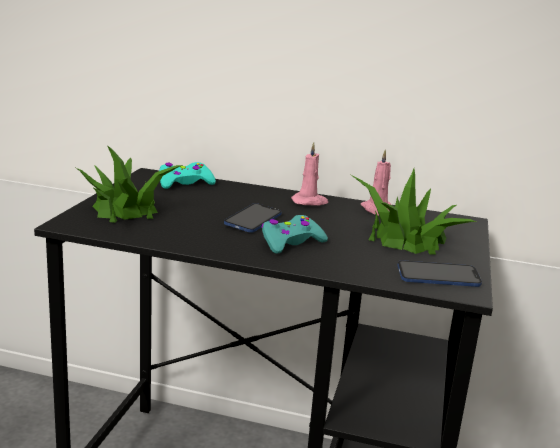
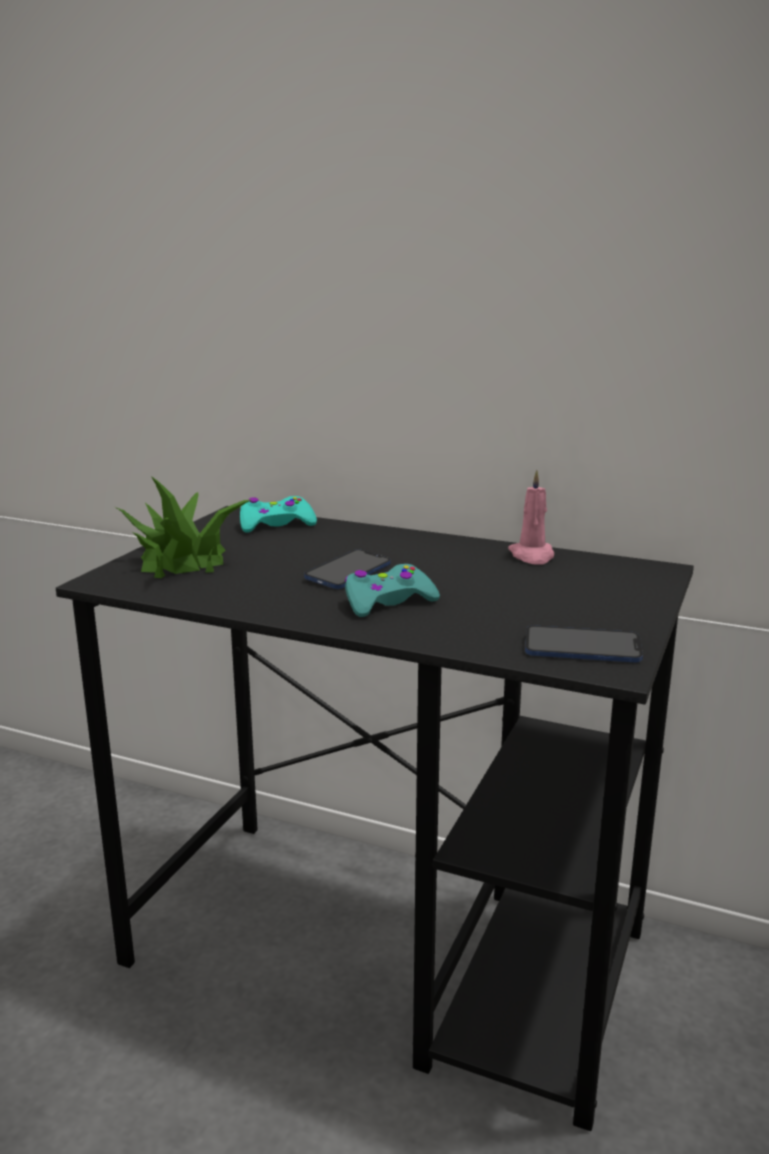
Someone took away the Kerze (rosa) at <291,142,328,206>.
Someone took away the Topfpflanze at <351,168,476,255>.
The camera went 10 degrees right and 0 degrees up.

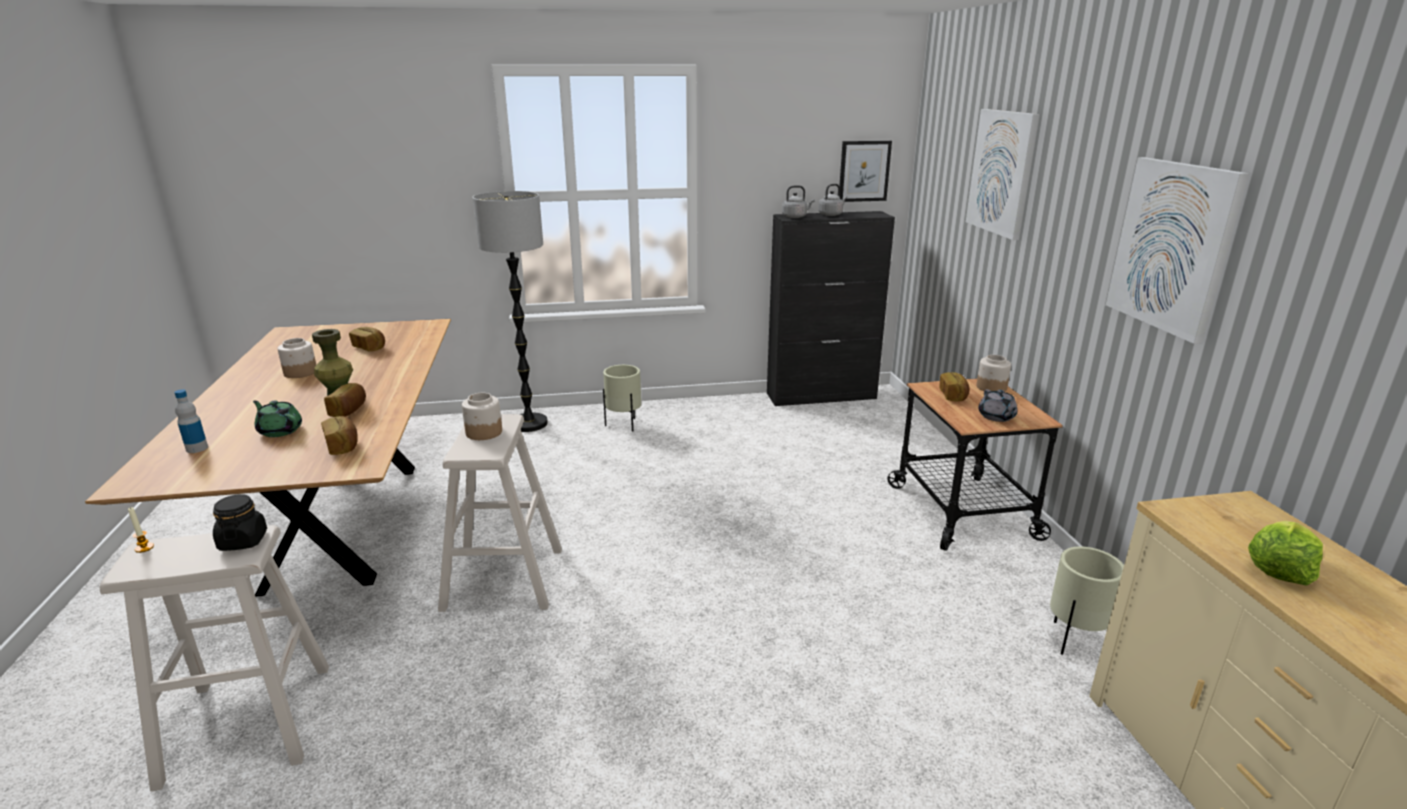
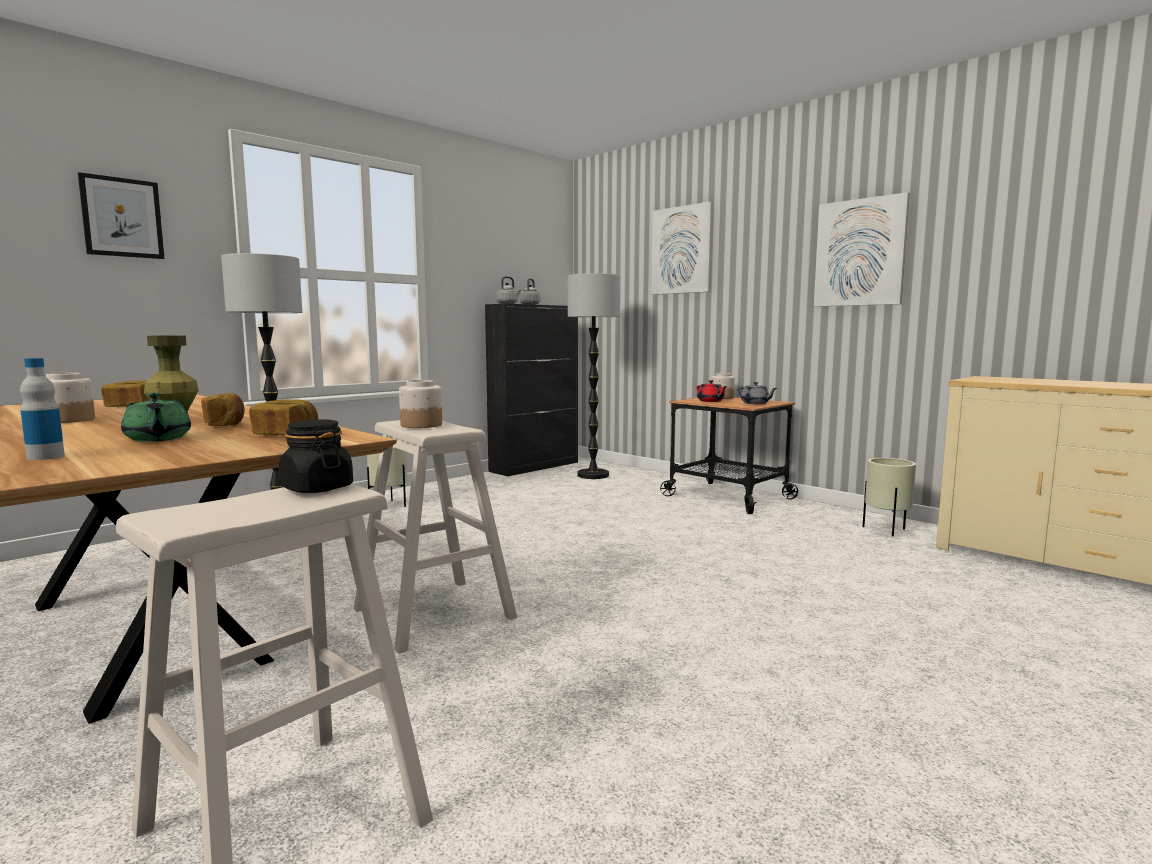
Someone carried the Bild from <839,141,892,202> to <78,172,164,259>.
Someone rotated the Teekanne (grün) at <253,401,302,437> by 120 degrees counterclockwise.
Someone put down the Stehlampe at <568,273,620,479>.
Someone swapped the Brot at <939,372,969,402> for the Teekanne (rot) at <696,380,727,402>.
Someone took away the Kerze at <128,507,154,553>.
Someone took away the Salatkopf at <1248,521,1323,586>.
The camera went 35 degrees left and 15 degrees down.

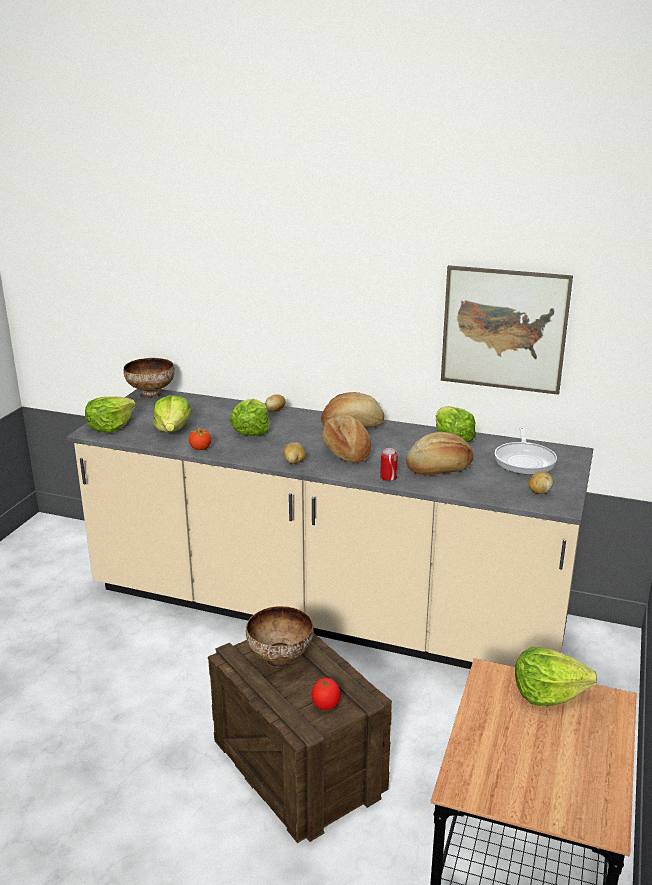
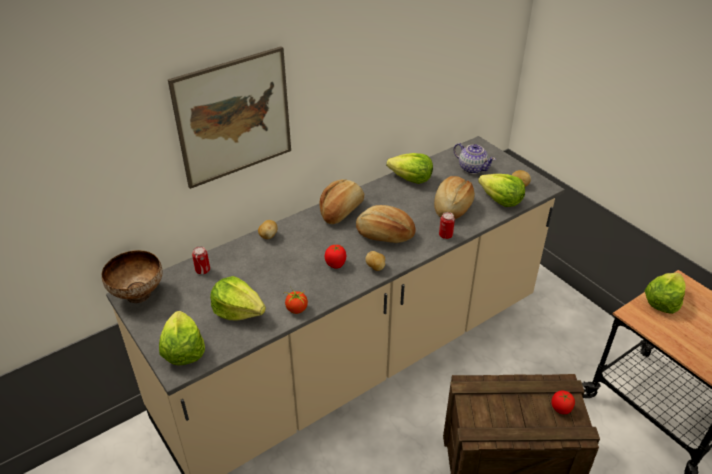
Someone carried the Bild from <441,265,573,395> to <168,46,291,189>.
Someone put down the Dose at <192,246,210,274>.
Someone put down the Tomate at <325,245,346,269>.
Someone swapped the Pfanne at <495,427,557,475> for the Teekanne at <453,143,496,174>.
Someone carried the Salatkopf from <230,399,270,436> to <478,174,525,207>.
Someone took away the Schüssel at <246,606,314,668>.
The camera went 55 degrees left and 15 degrees up.

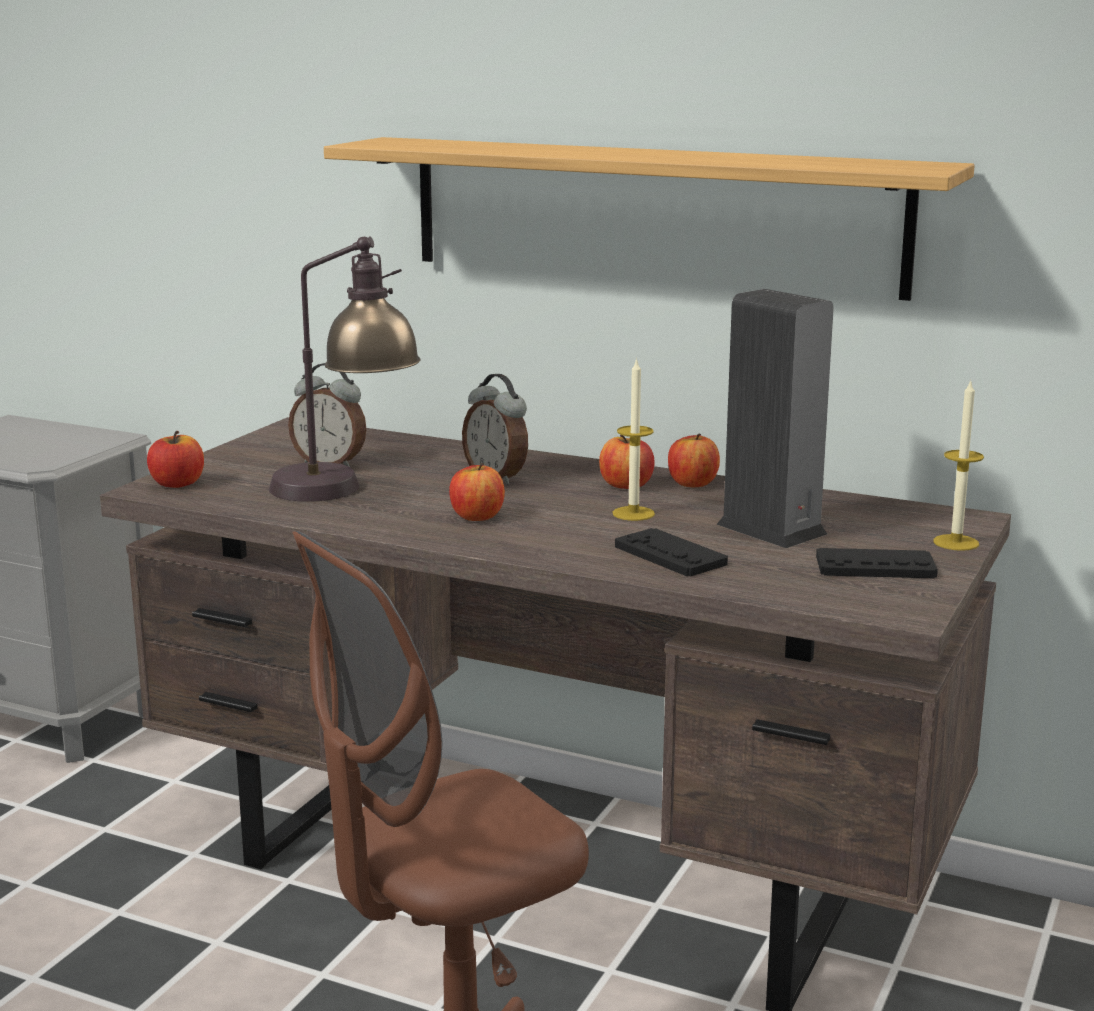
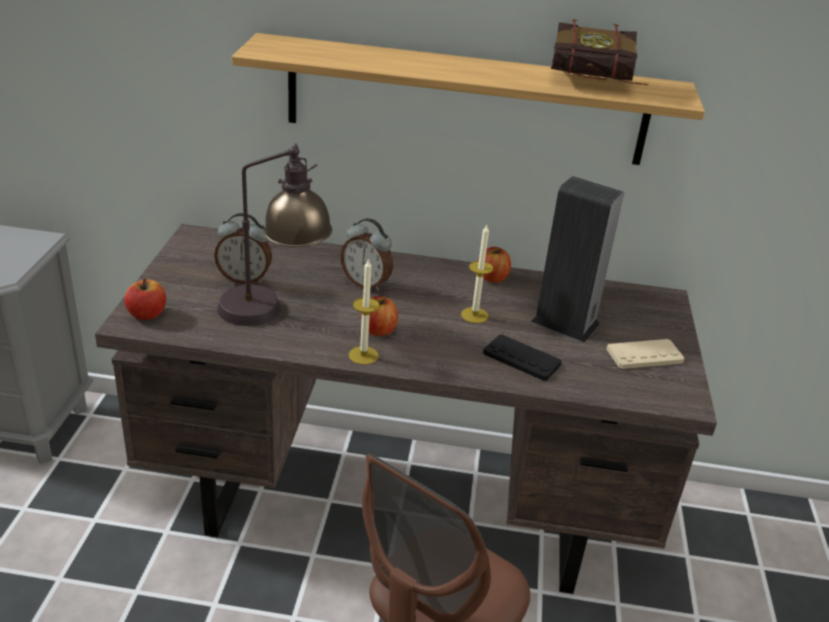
Someone carried the Kerze from <933,379,984,551> to <349,258,379,365>.
Someone put down the Buch at <551,19,649,86>.
Someone repainted the Gamepad (schwarz) at <816,548,938,578>, which became the Gamepad (beige) at <606,339,685,369>.
Someone took away the Apfel at <599,435,655,489>.
The camera went 20 degrees left and 15 degrees up.

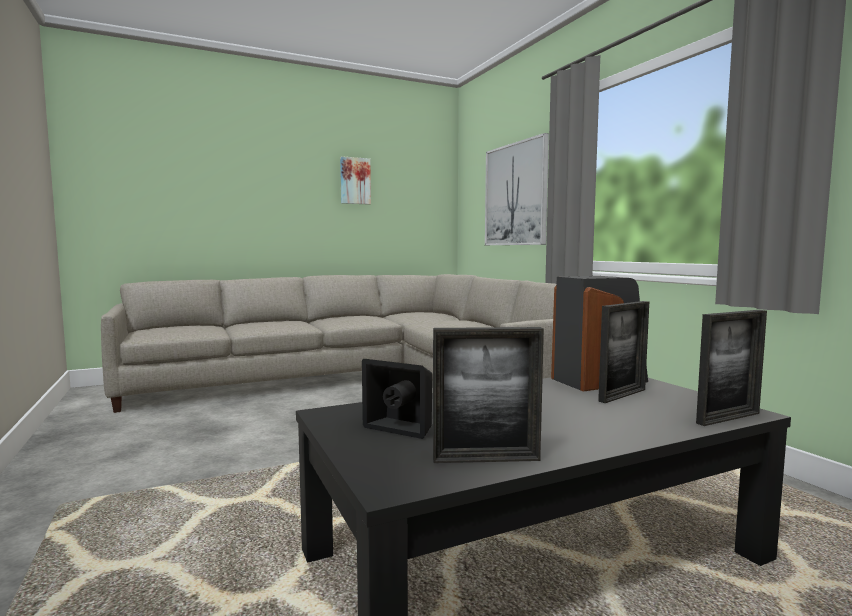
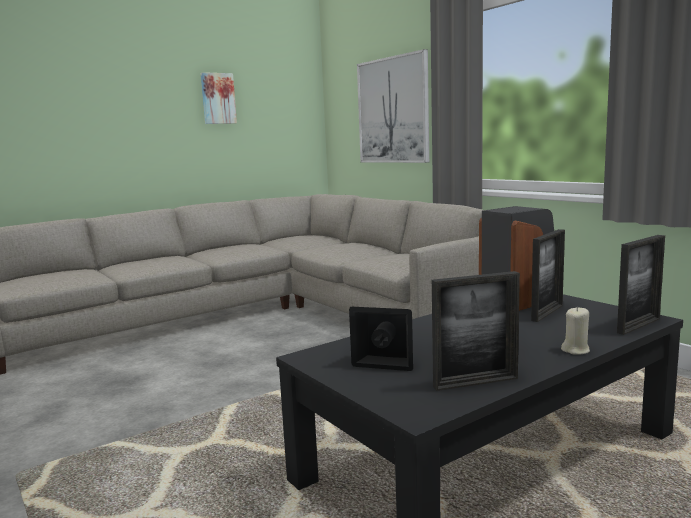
Someone put down the Kerze (beige) at <561,307,590,355>.
The camera went 10 degrees left and 5 degrees up.

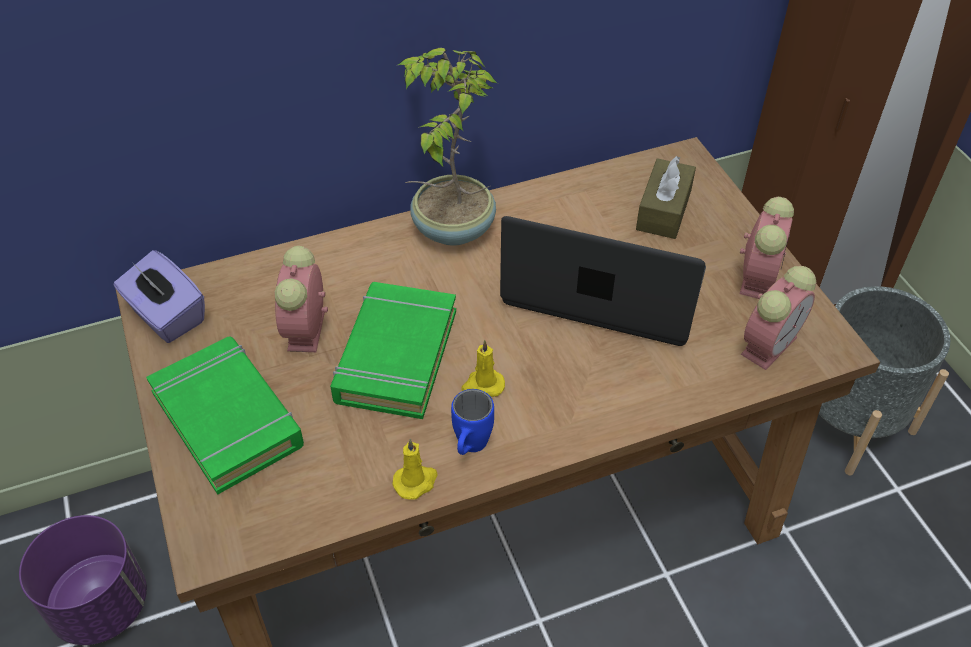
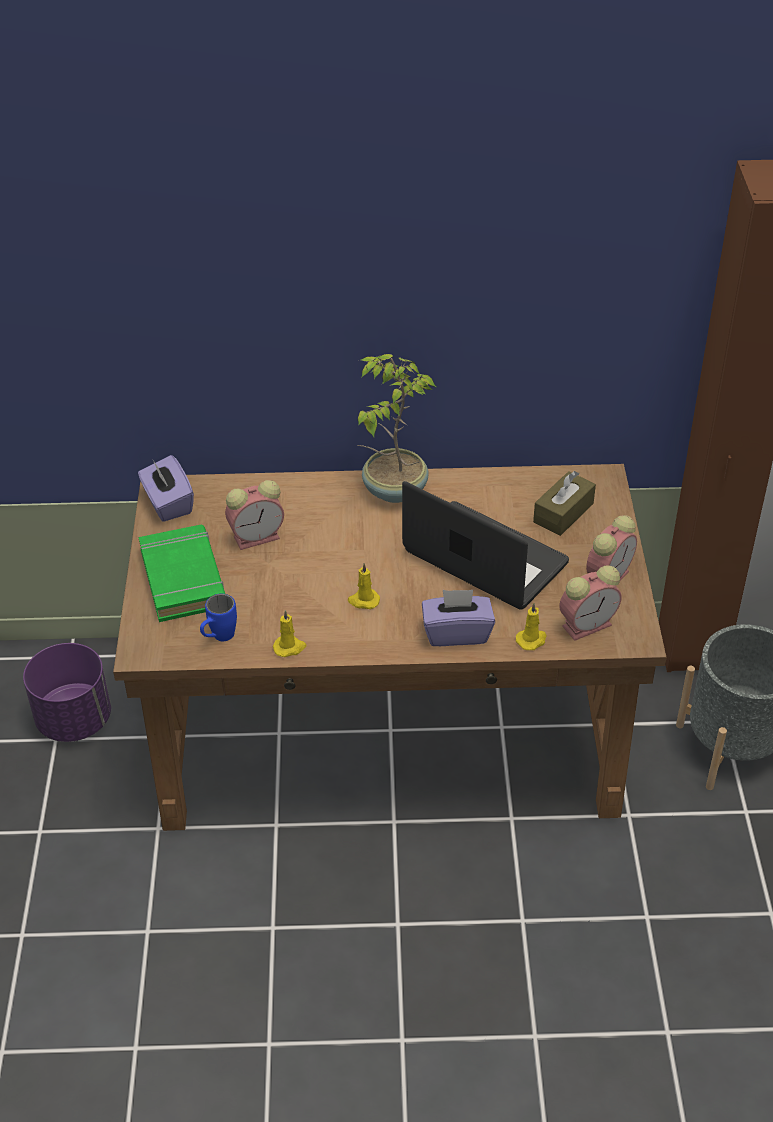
Someone carried the Henkelbecher (blau) from <451,389,494,455> to <200,594,237,641>.
Someone rotated the Wecker at <274,246,328,352> by 135 degrees counterclockwise.
Someone put down the Taschentuchbox (lila) at <422,590,495,646>.
Someone put down the Kerze (gelb) at <516,603,547,650>.
Someone took away the Buch (grün) at <330,282,456,419>.
The camera went 20 degrees right and 5 degrees down.

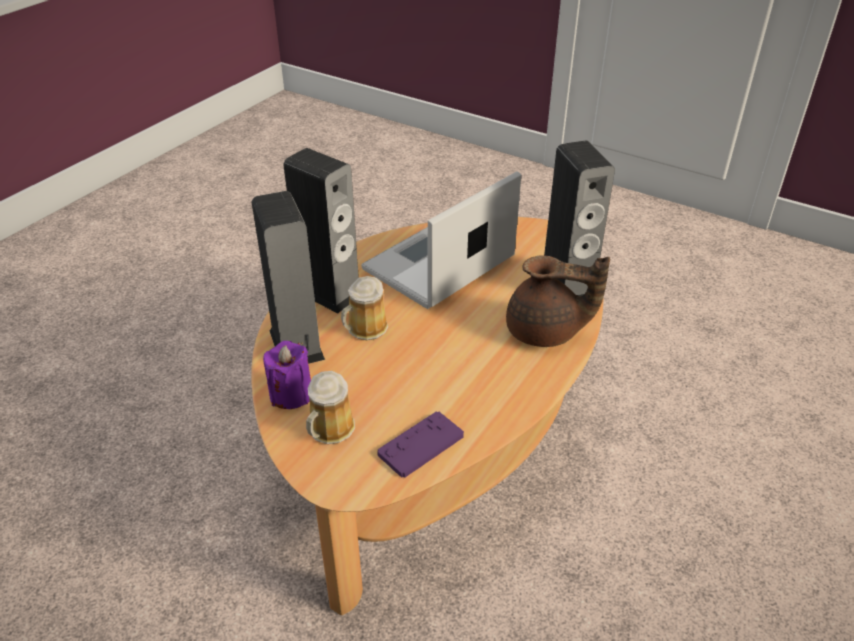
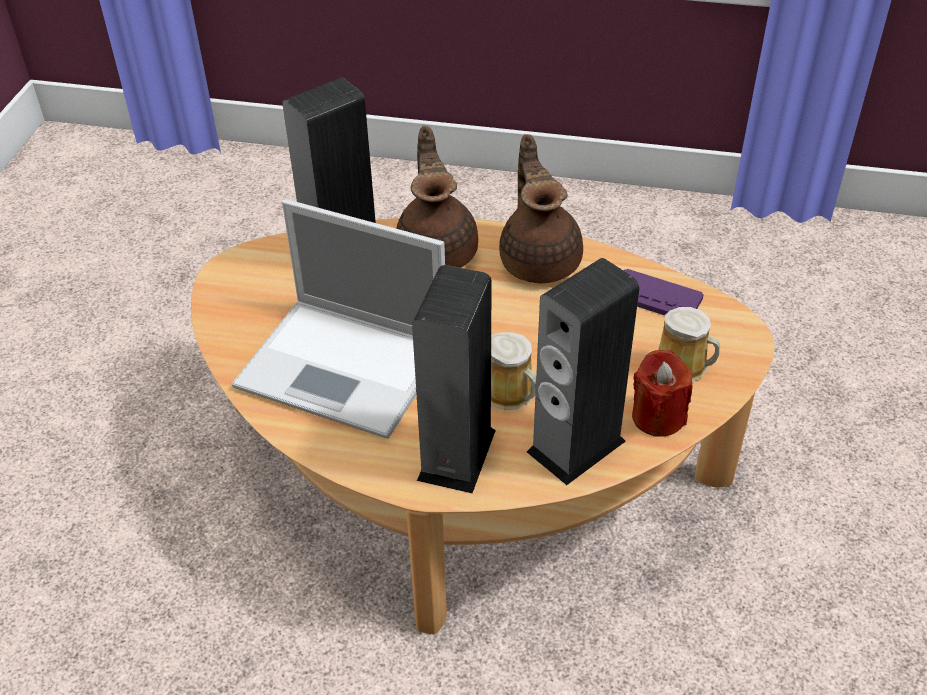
Someone put down the Teekanne (braun) at <499,134,583,283>.
Someone repainted the Kerze (lila) at <263,341,311,409>, which became the Kerze (rot) at <632,350,693,437>.
The camera went 110 degrees left and 5 degrees up.

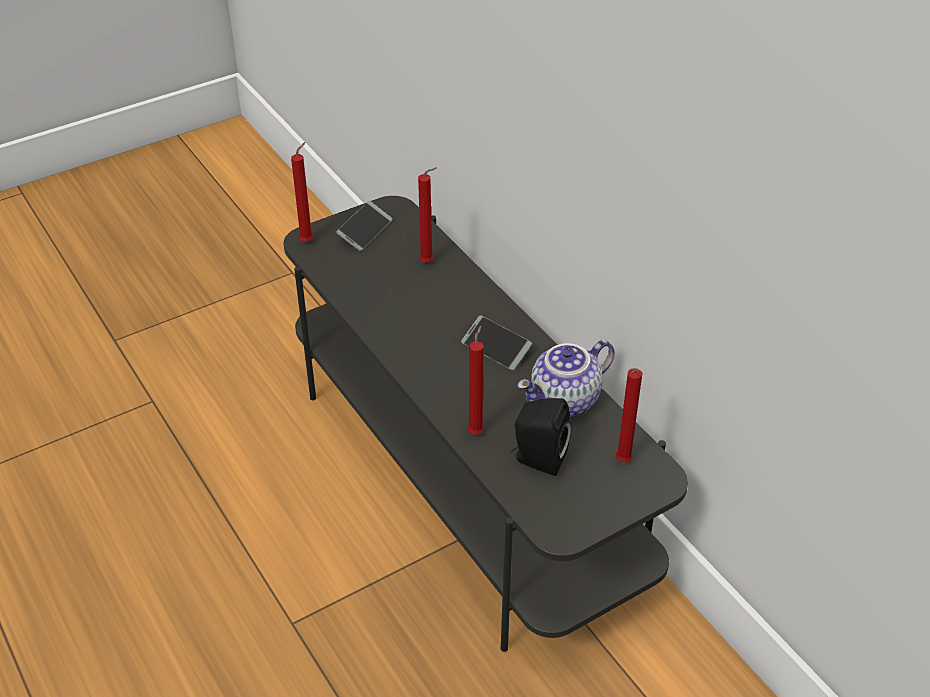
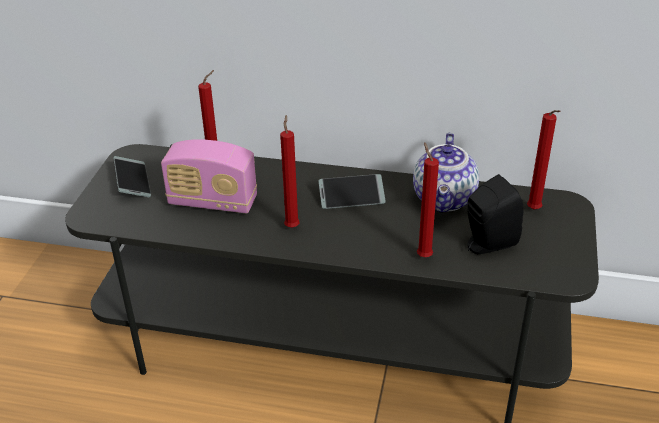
Someone put down the Radio at <161,139,257,213>.
Someone carried the Kerze (rot) from <291,142,313,242> to <280,115,300,228>.
The camera went 45 degrees left and 5 degrees down.

